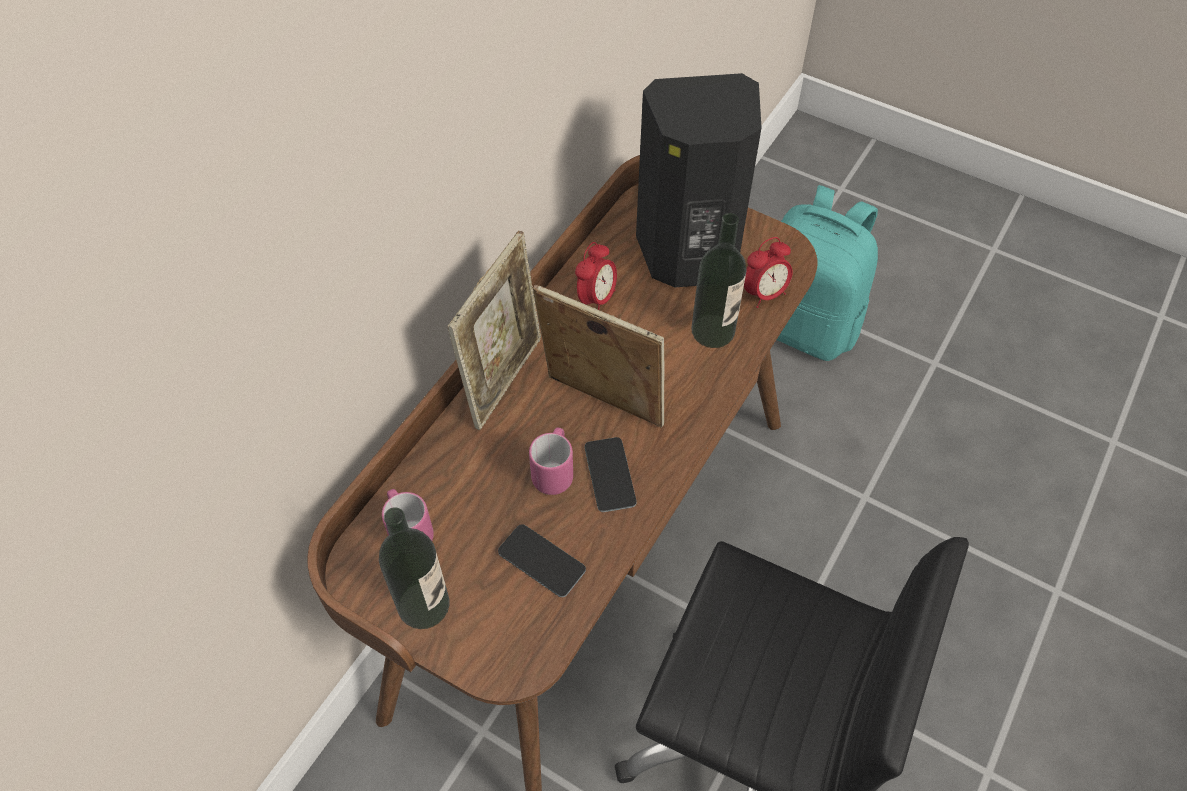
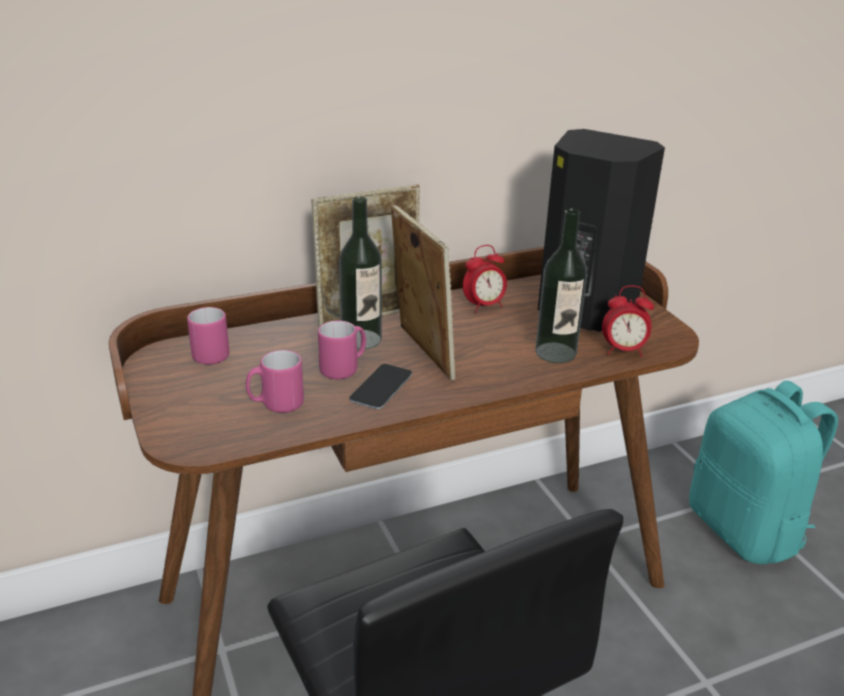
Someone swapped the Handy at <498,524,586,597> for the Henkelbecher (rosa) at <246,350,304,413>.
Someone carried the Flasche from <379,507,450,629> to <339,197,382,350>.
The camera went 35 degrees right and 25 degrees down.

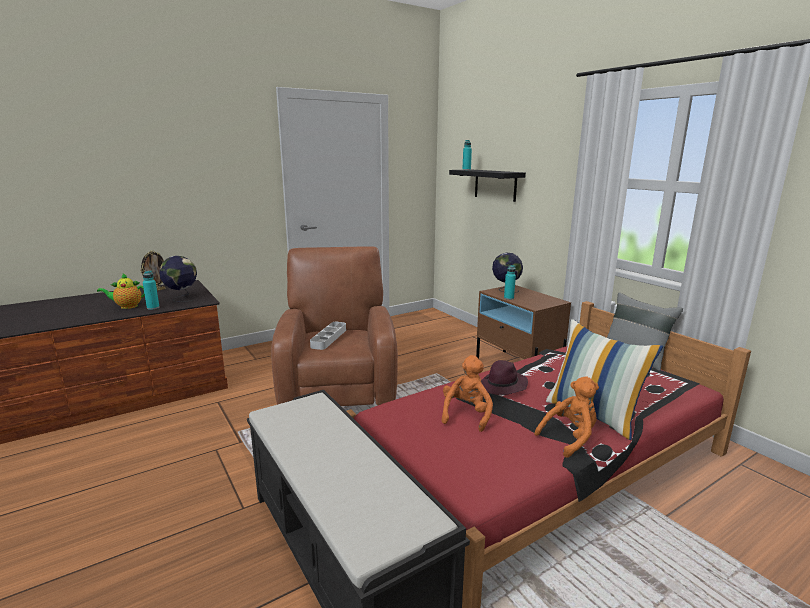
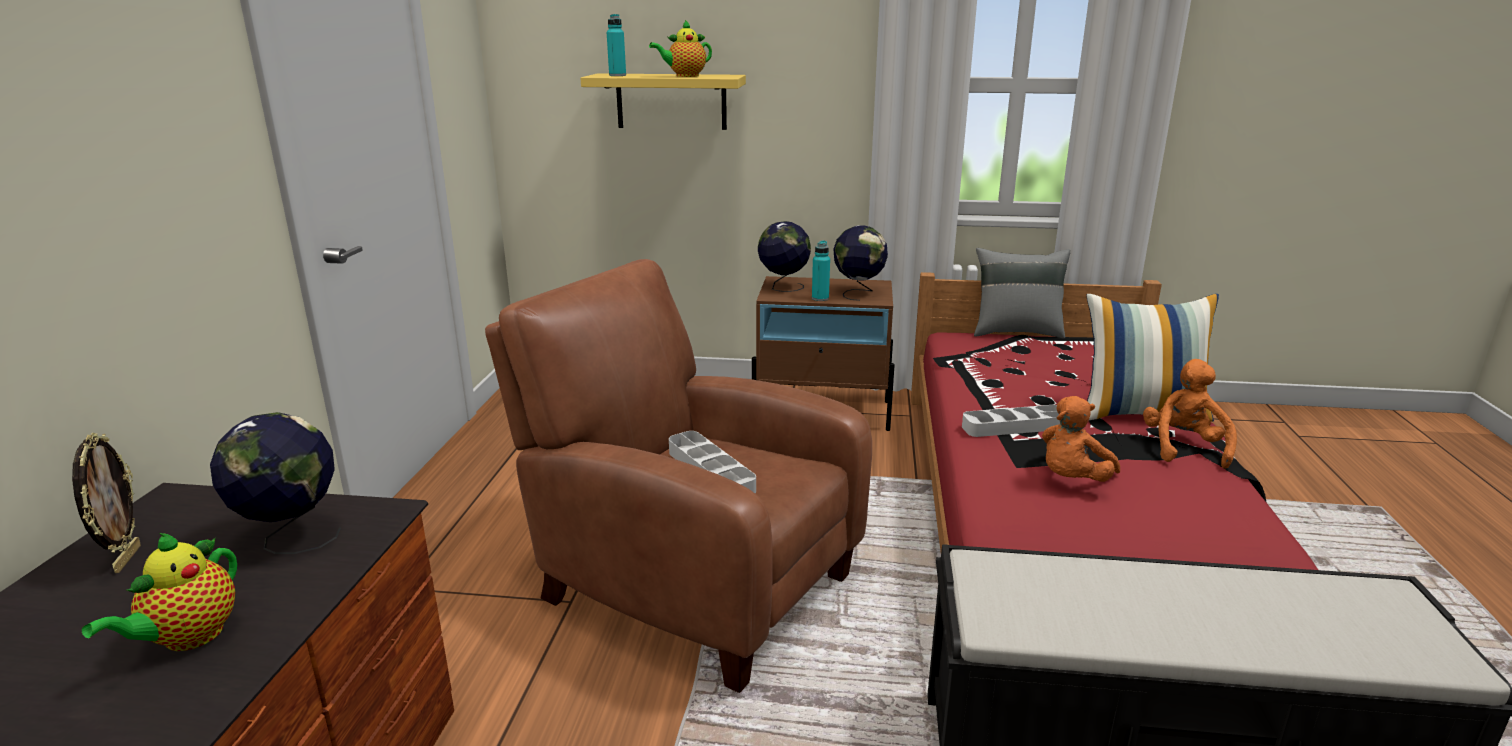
Someone repainted the Wandregal (schwarz) at <449,170,526,202>, which became the Wandregal (gelb) at <580,73,746,130>.
Someone put down the Teekanne at <649,20,712,77>.
Someone put down the Globus at <833,225,888,301>.
Someone swapped the Hut (lila) at <481,360,528,395> for the Tablett (grau) at <962,405,1060,437>.
Someone rotated the Plüschtier (orange) at <441,355,493,432> by 105 degrees counterclockwise.
Someone took away the Flasche (türkis) at <143,271,159,310>.
The camera went 50 degrees left and 5 degrees up.

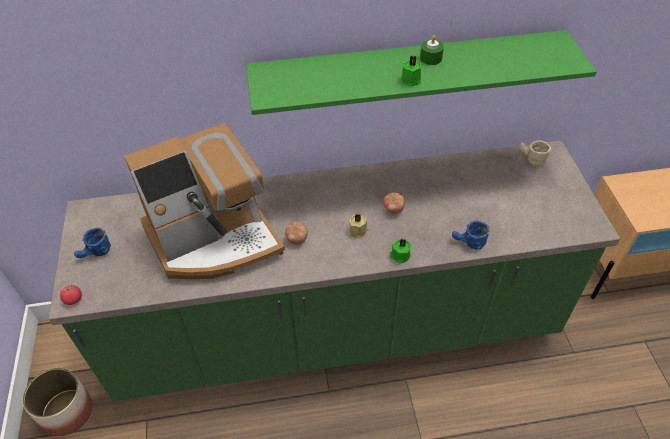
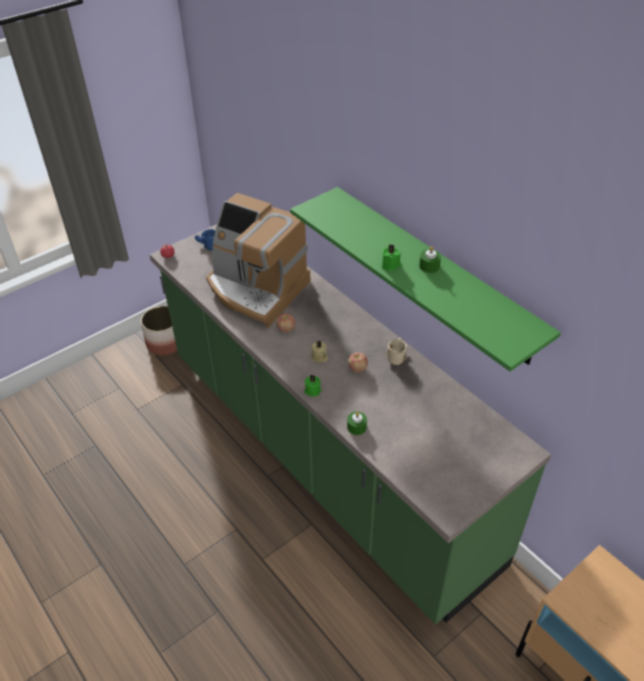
Someone swapped the Henkelbecher (blau) at <452,220,490,250> for the Kerze (grün) at <347,412,367,435>.
Someone carried the Henkelbecher (beige) from <519,141,551,167> to <385,338,407,365>.
The camera went 60 degrees right and 5 degrees down.

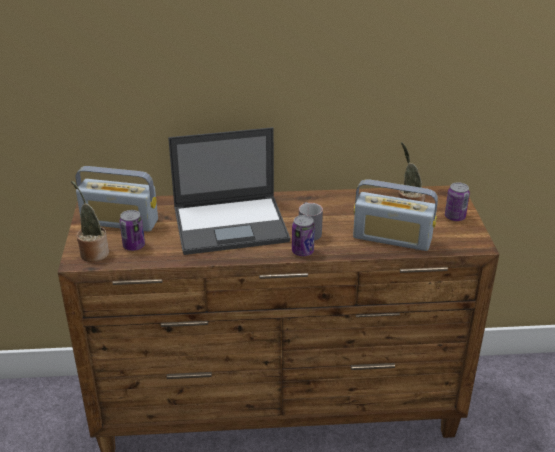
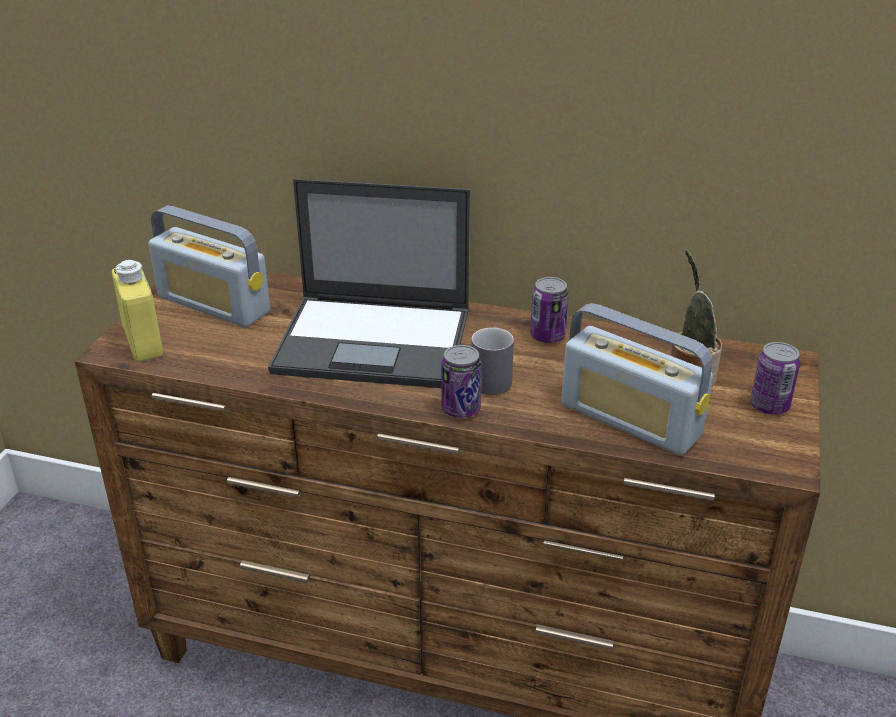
Someone swapped the Topfpflanze at <71,181,109,262> for the Flasche (gelb) at <112,260,163,362>.
Someone carried the Dose from <120,210,145,251> to <530,277,569,343>.
The camera went 20 degrees right and 0 degrees up.

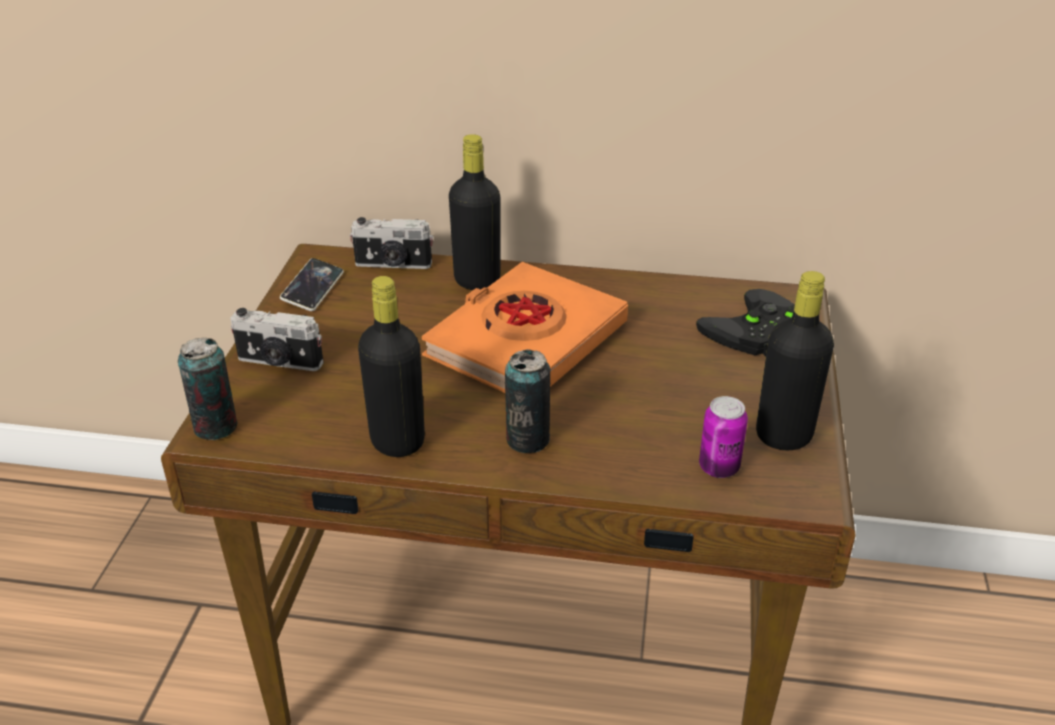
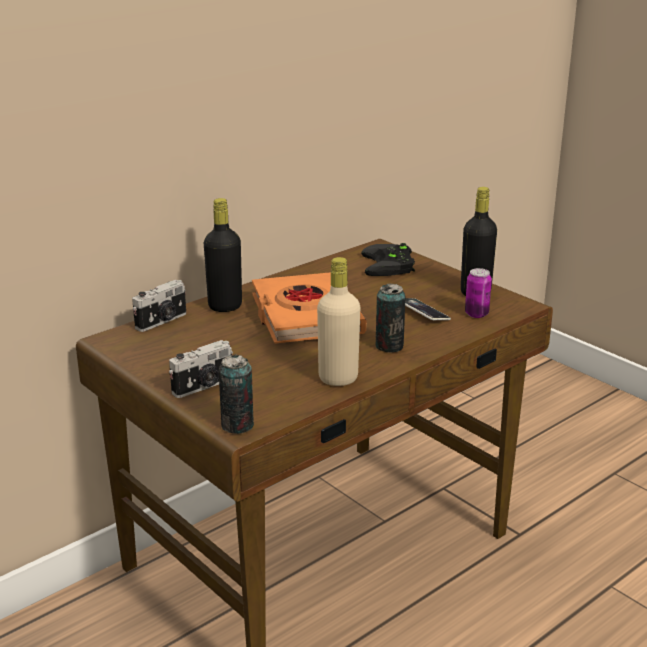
Someone repainted the Flasche (schwarz) at <358,276,425,457>, which became the Flasche (beige) at <317,257,360,386>.
Someone carried the Handy from <280,258,344,311> to <405,298,451,320>.
The camera went 50 degrees left and 10 degrees down.

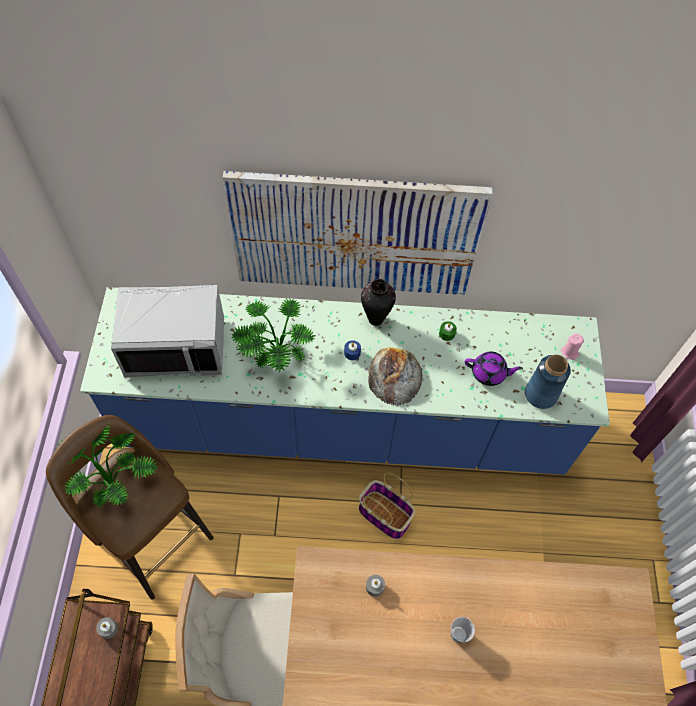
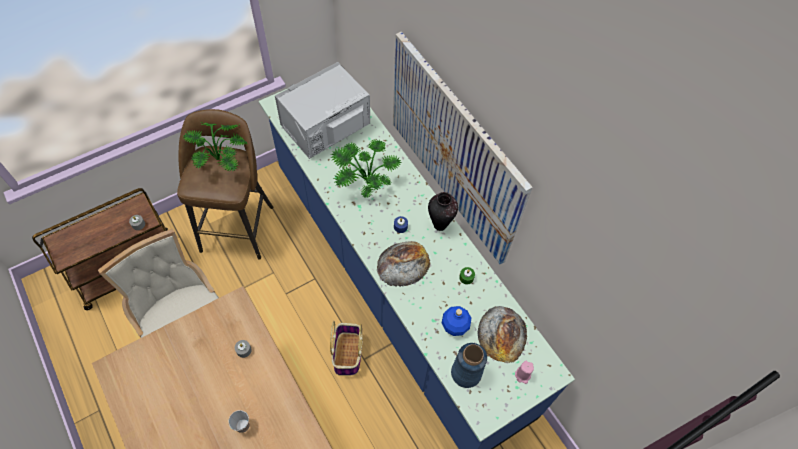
Someone rotated the Mikrowelle (grau) at <111,285,224,378> by 90 degrees clockwise.
Someone swapped the Teekanne (lila) at <465,351,523,386> for the Flasche (blau) at <442,306,471,336>.
Someone put down the Brot at <478,306,527,363>.
The camera went 55 degrees right and 0 degrees up.

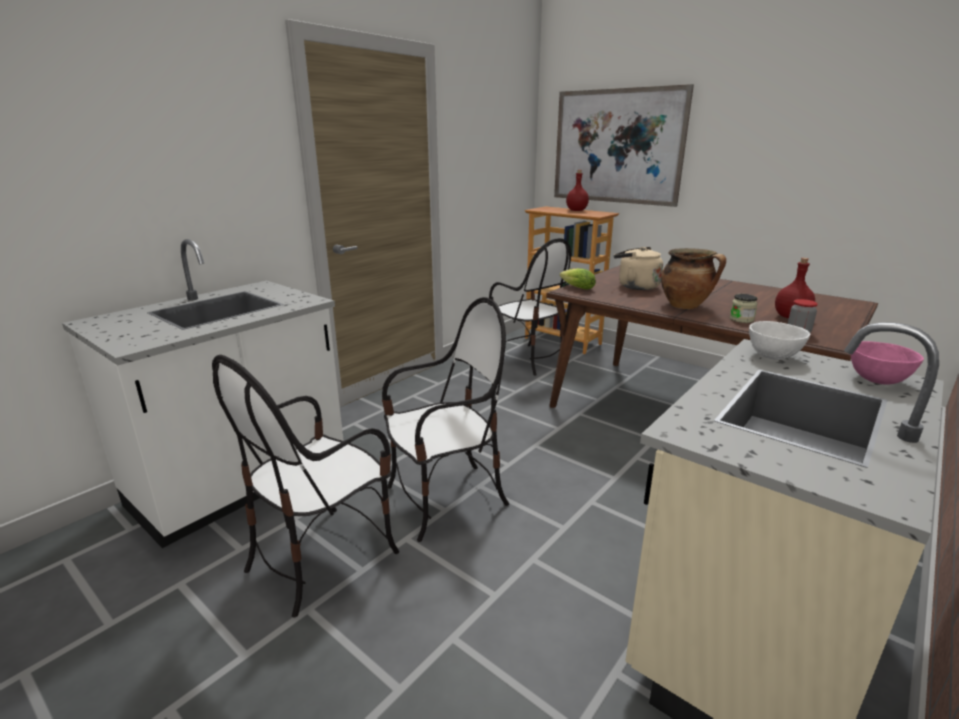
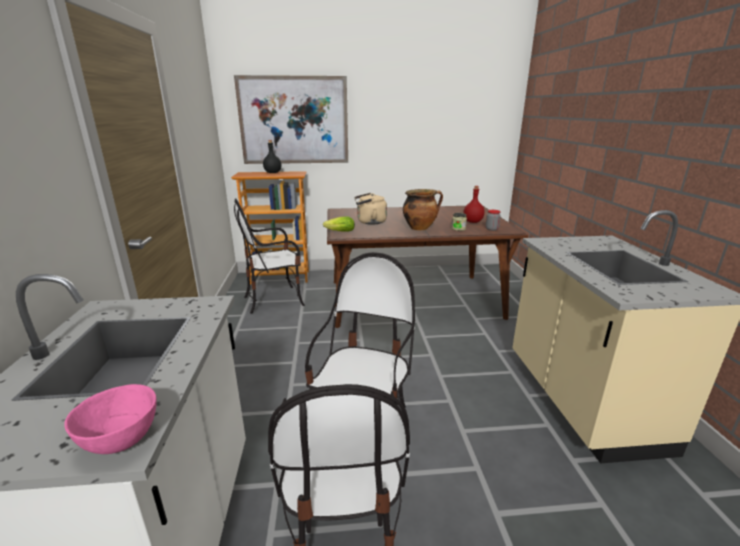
Someone carried the Schüssel (rosa) from <851,341,924,385> to <64,384,157,454>.
Someone rotated the Stuhl at <489,238,571,375> by 150 degrees clockwise.
Someone repainted the Flasche (rot) at <566,170,589,211>, which became the Flasche (schwarz) at <263,140,281,173>.
Someone took away the Schüssel (weiß) at <749,321,811,360>.
The camera went 45 degrees left and 0 degrees up.

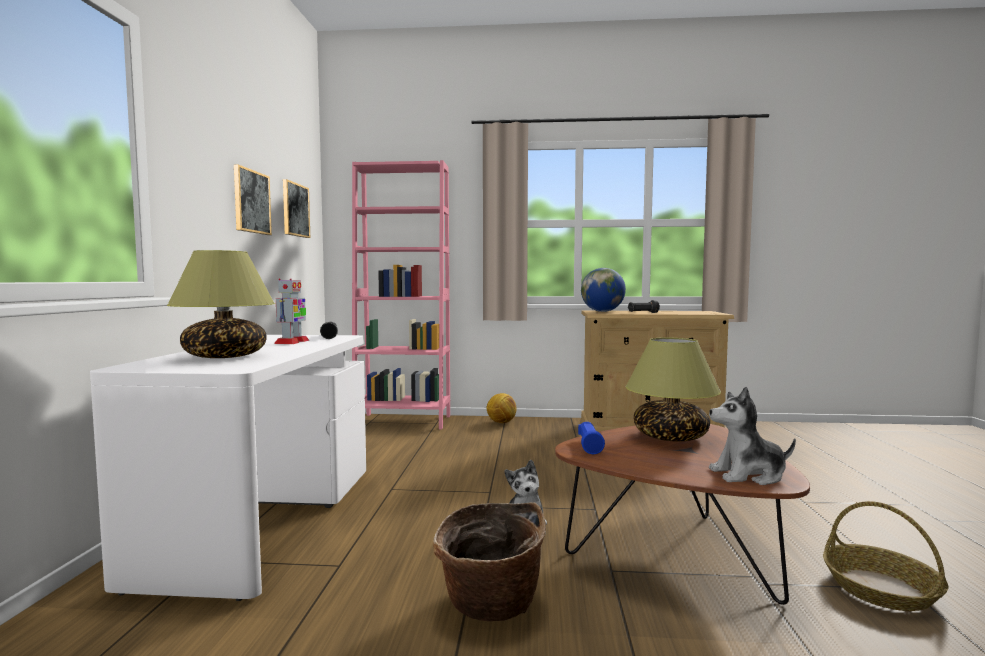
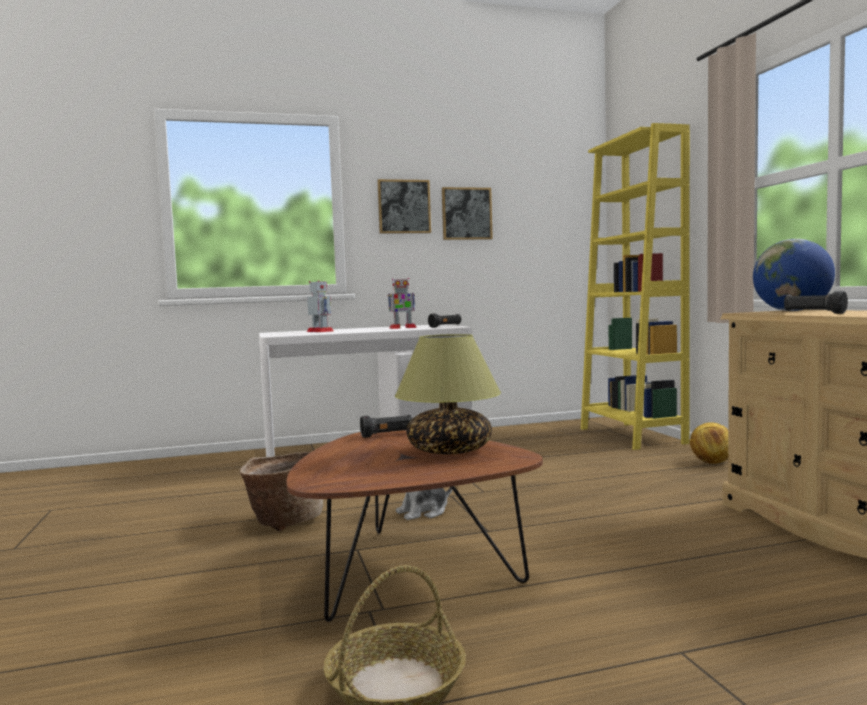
Someone swapped the Tischlampe at <167,250,275,358> for the Spielzeugroboter at <307,280,334,332>.
Someone repainted the Taschenlampe (blau) at <578,422,605,454>, which became the Taschenlampe (schwarz) at <360,415,412,438>.
Someone carried the Bild from <283,179,310,238> to <377,179,431,234>.
Someone repainted the Bücherregal (rosa) at <352,160,450,429>, which became the Bücherregal (gelb) at <581,123,690,450>.
Someone took away the Plüschtier at <709,387,796,485>.
The camera went 70 degrees right and 0 degrees up.

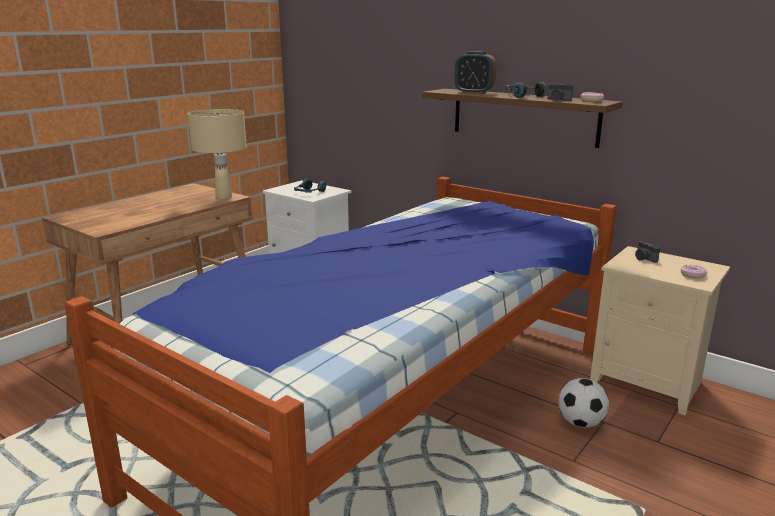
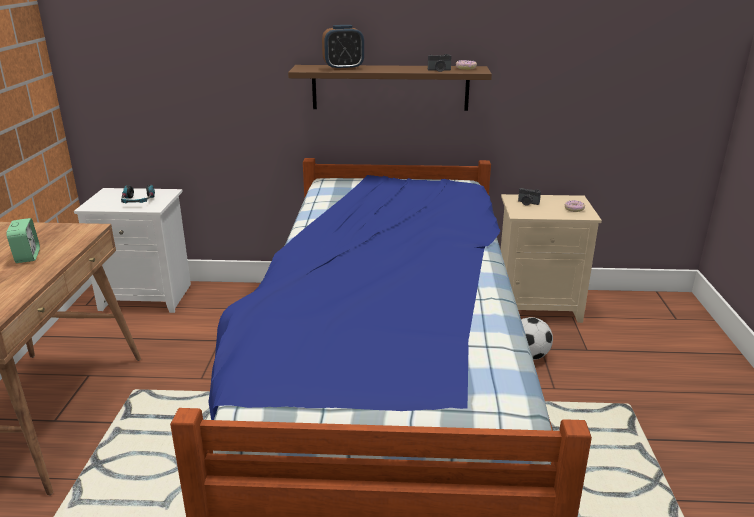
Someone put down the Wecker at <6,218,40,263>.
Someone took away the Tischlampe (beige) at <188,109,247,199>.
Someone took away the Kopfhörer at <505,82,546,98>.
The camera went 35 degrees left and 5 degrees up.

